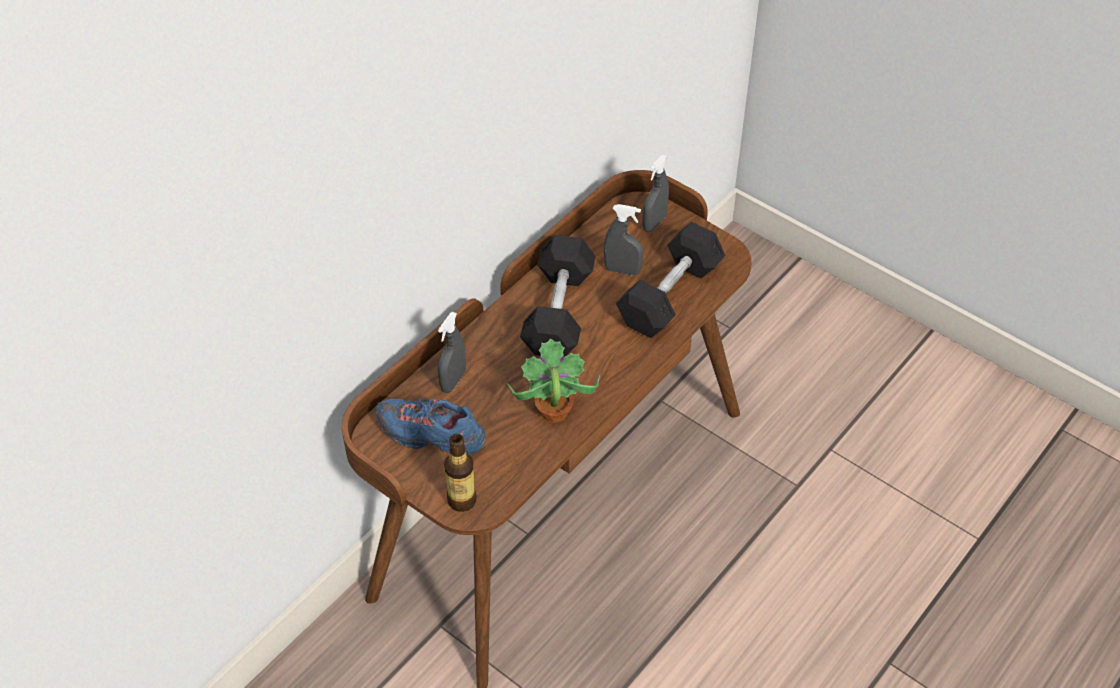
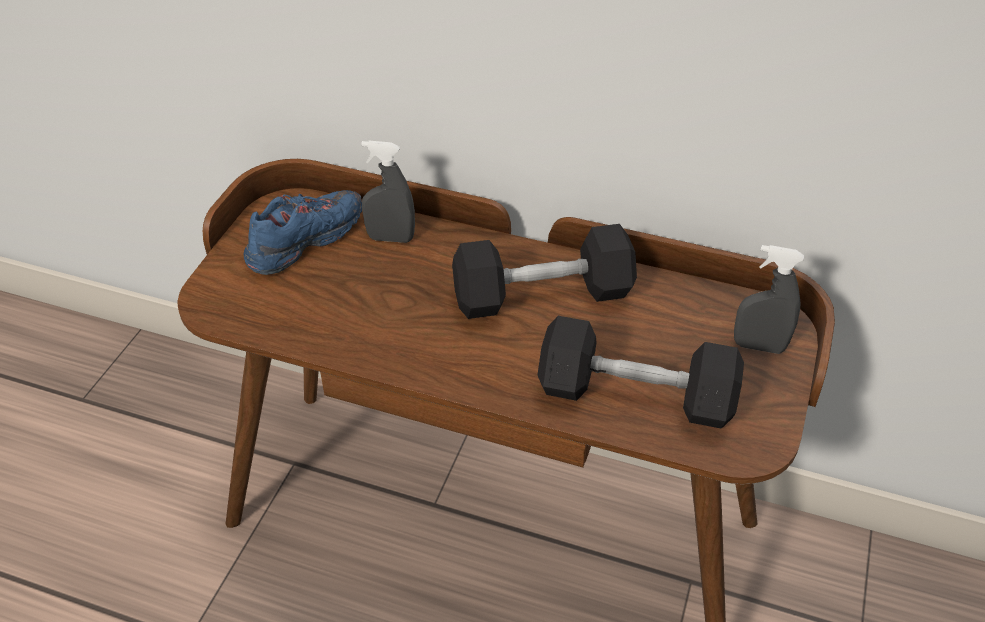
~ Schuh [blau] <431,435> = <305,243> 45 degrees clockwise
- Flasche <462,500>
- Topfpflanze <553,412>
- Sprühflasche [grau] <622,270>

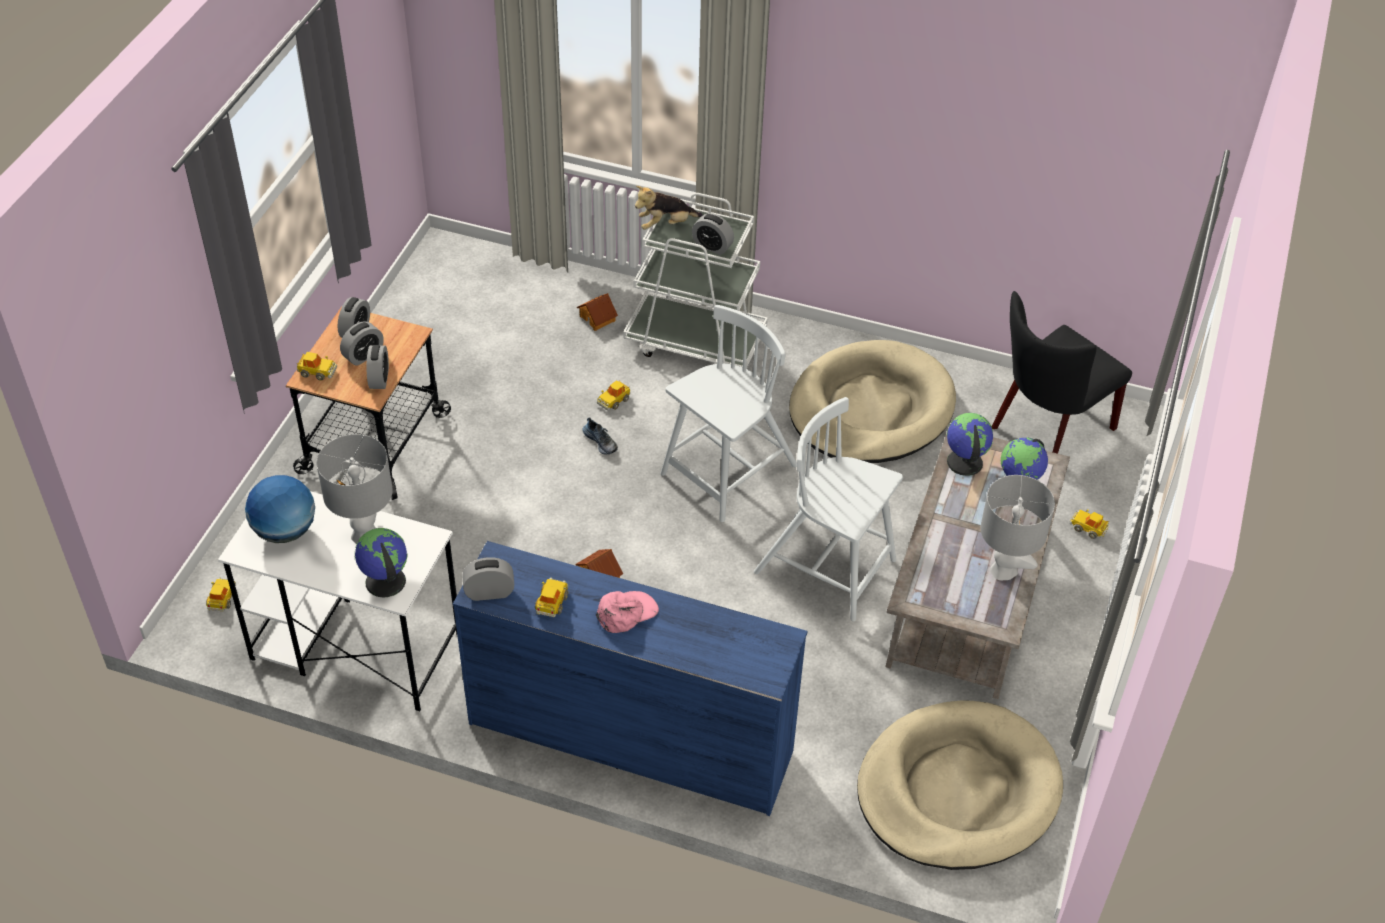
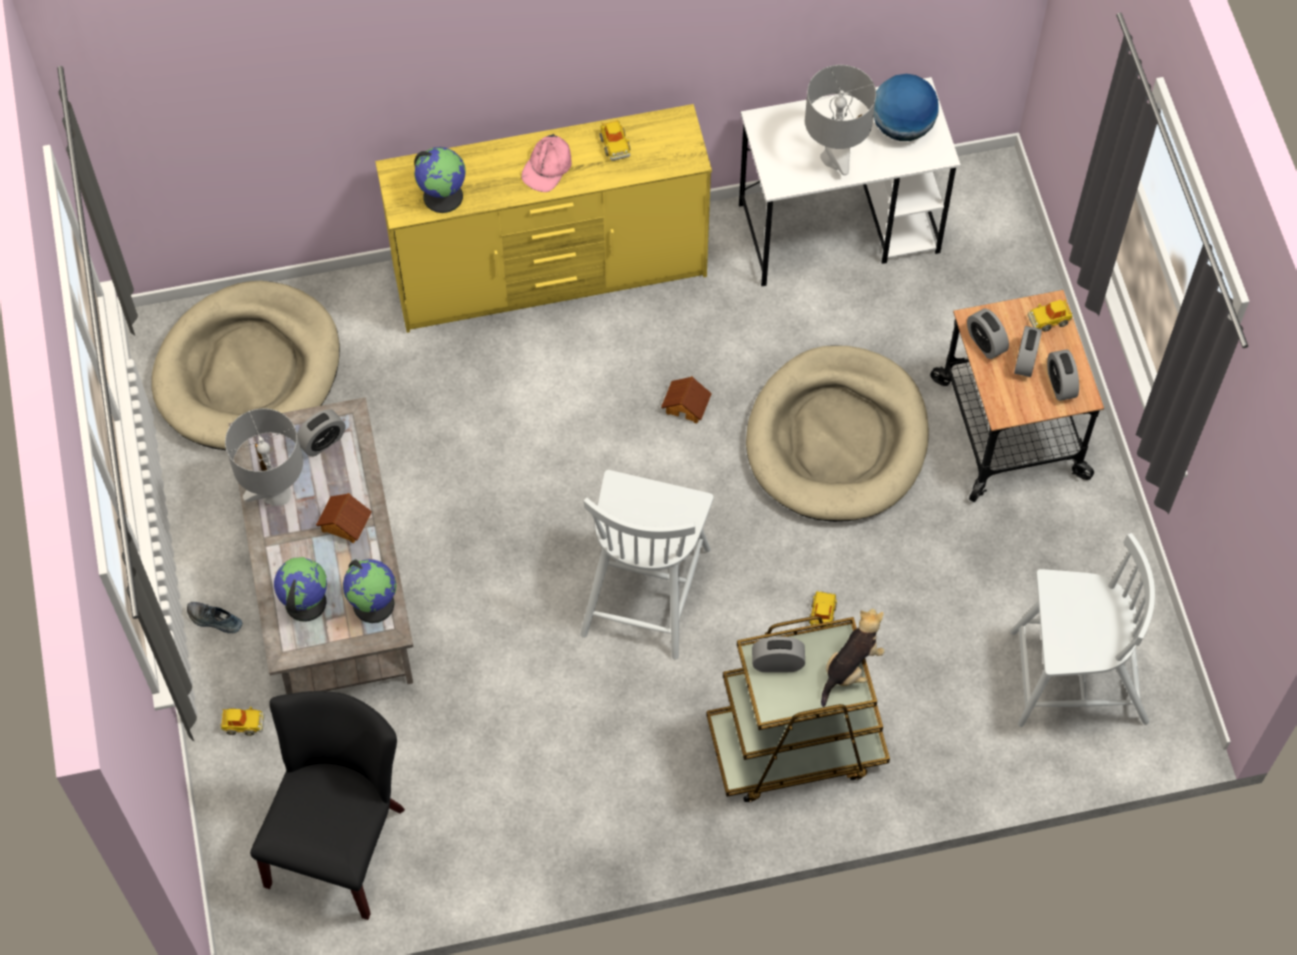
- Spielzeugauto <222,598>
~ Globus <384,582> to <443,195>
~ Kommode [blau] <630,736> to Kommode [gelb] <551,274>
~ Wecker <489,592> to <322,441>
~ Spielzeughaus <598,318> to <344,524>
~ Schuh <601,441> to <214,620>
~ Rollwagen [weiß] <696,342> to Rollwagen [braun] <795,746>
~ Stuhl [weiß] <827,568> to <1075,678>
~ Hundebett [beige] <870,409> to <837,439>

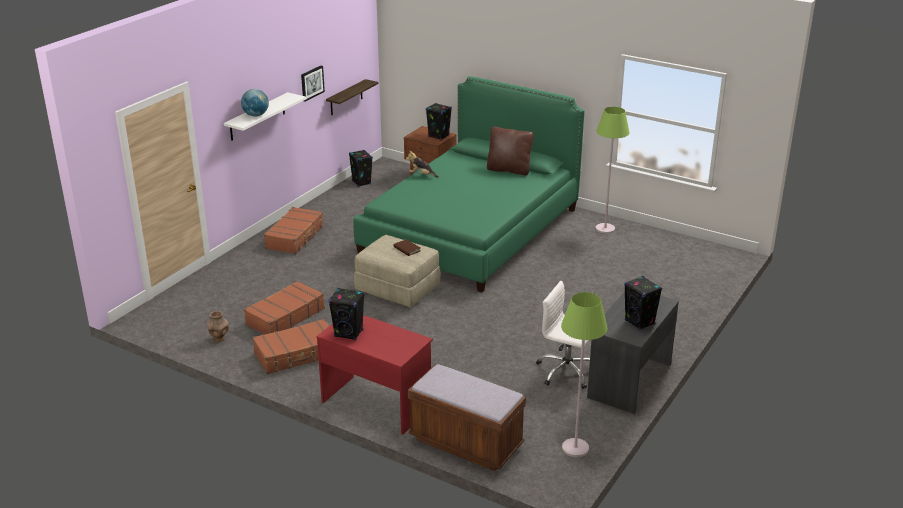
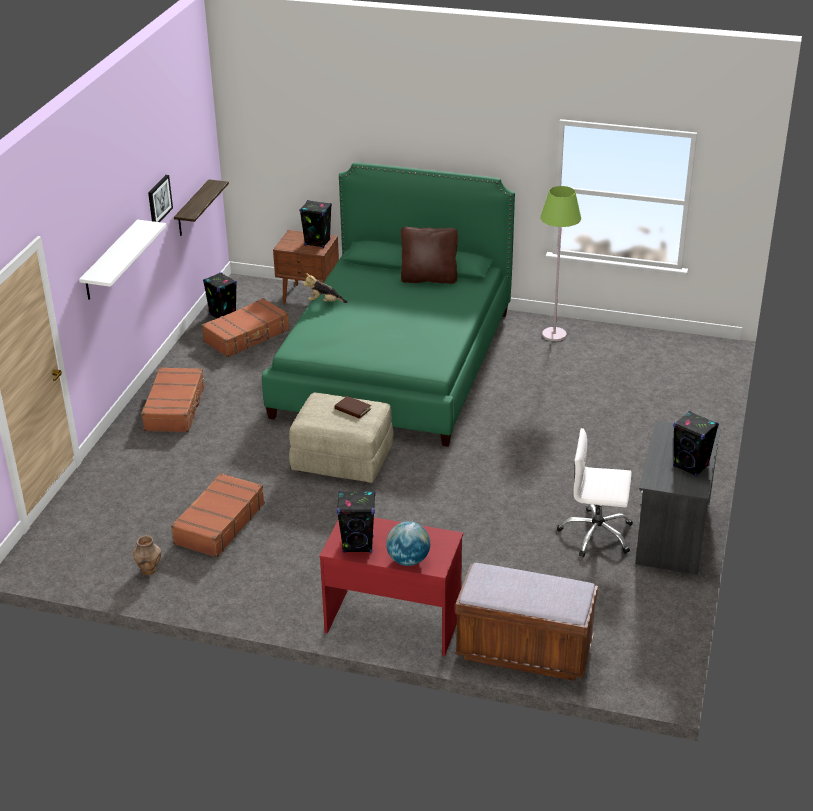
~ Globus <256,115> to <408,560>
~ Koffer [braun] <297,354> to <247,336>
- Stehlampe [grün] <575,448>

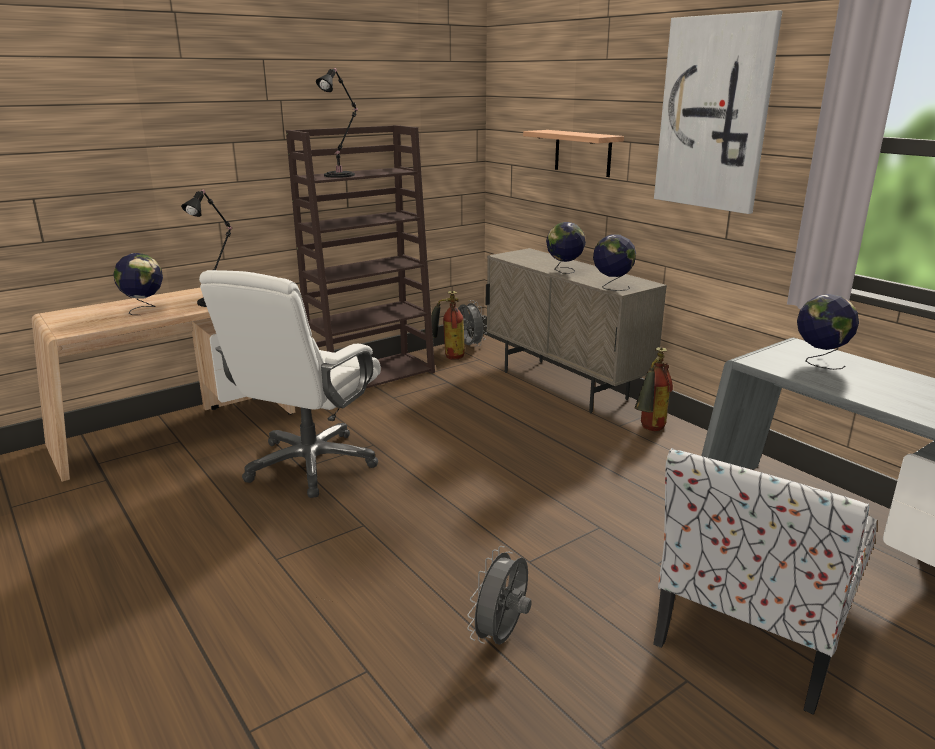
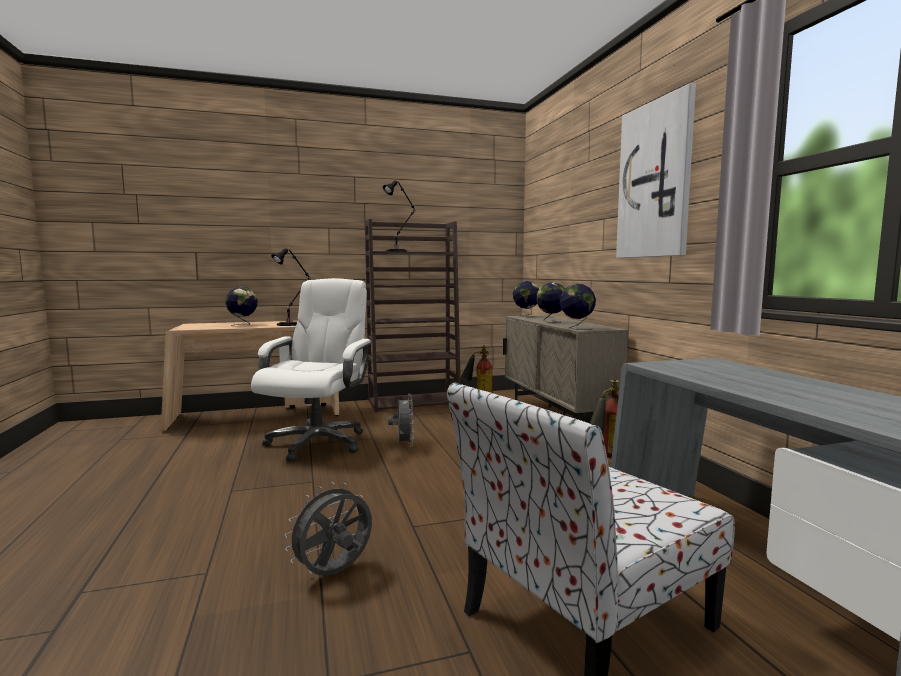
~ Bürostuhl [weiß] <310,464> = <317,443> 150 degrees clockwise
~ Ventilator [grau] <469,346> to <403,445>
- Wandregal <582,153>
~ Globus <819,361> to <526,316>

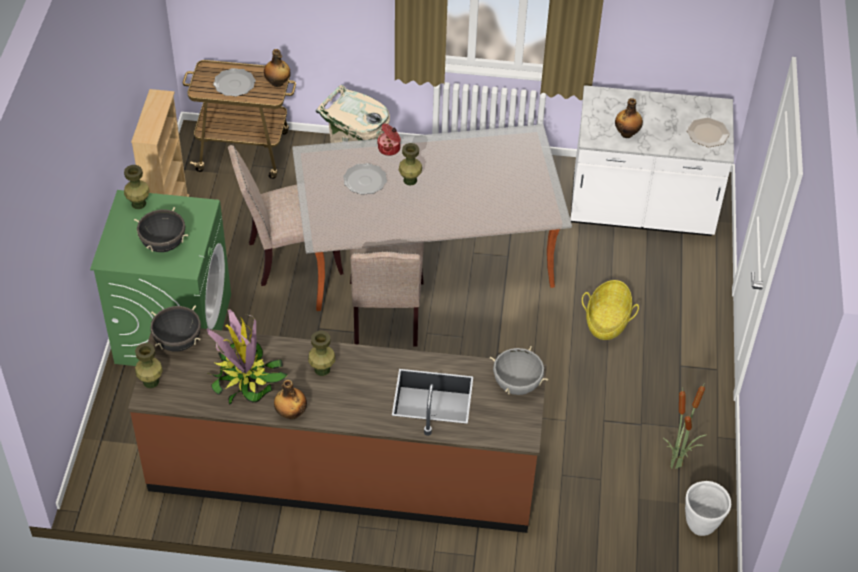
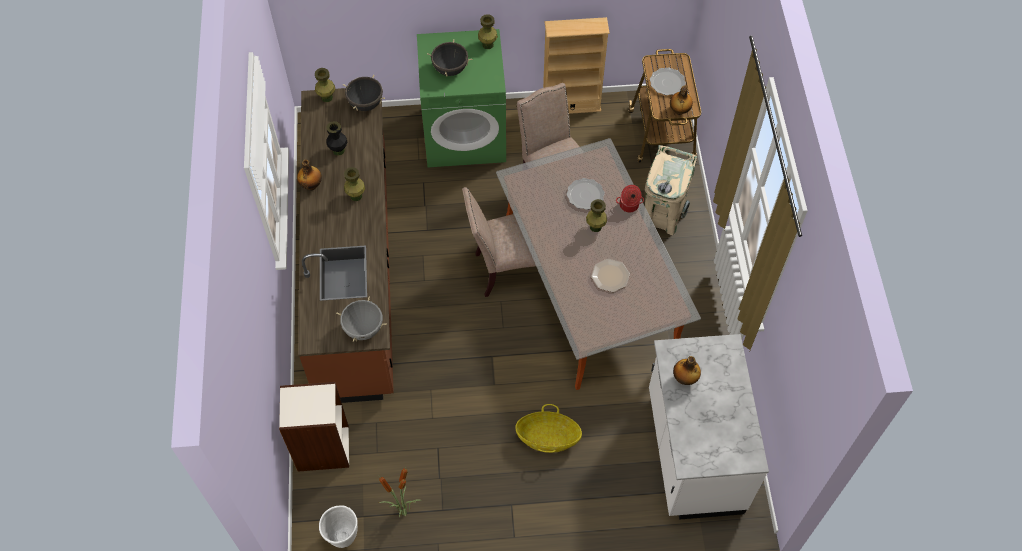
~ Topfpflanze <244,379> to Vase [schwarz] <338,150>
~ Teller <708,133> to <610,276>
+ Bücherregal <322,448>

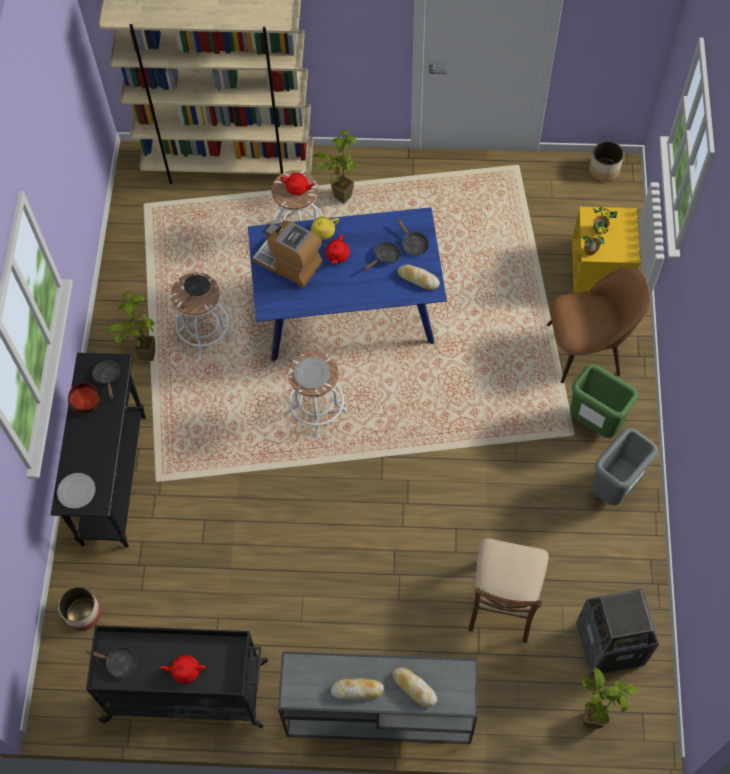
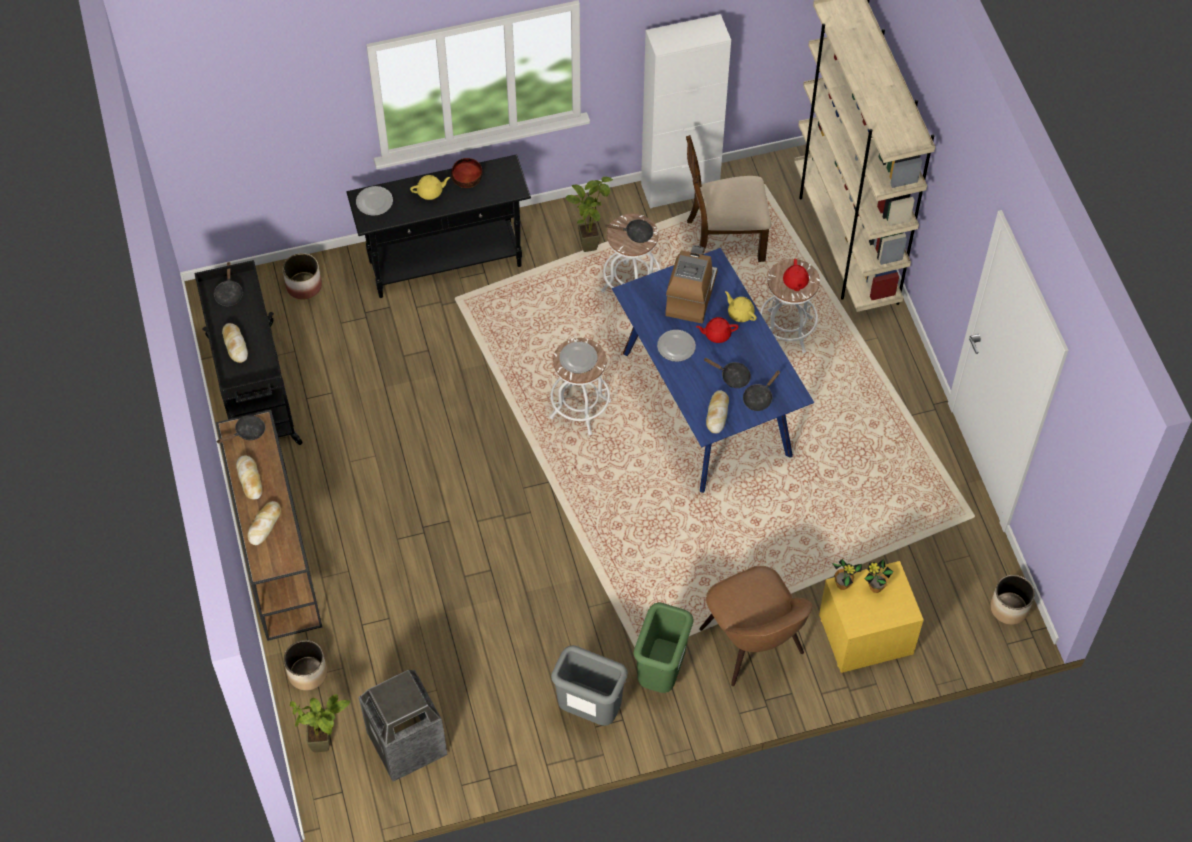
~ Pfanne [schwarz] <108,377> to <247,432>
~ Teekanne [rot] <185,671> to Brot <235,345>
~ Konsolentisch [grau] <377,713> to Konsolentisch [braun] <276,552>
- Topfpflanze <339,193>
~ Stuhl [braun] <503,602> to <724,240>
+ Pflanzkübel <307,673>
+ Teekanne [gelb] <430,192>
+ Schrank [weiß] <680,188>
+ Teller <676,347>

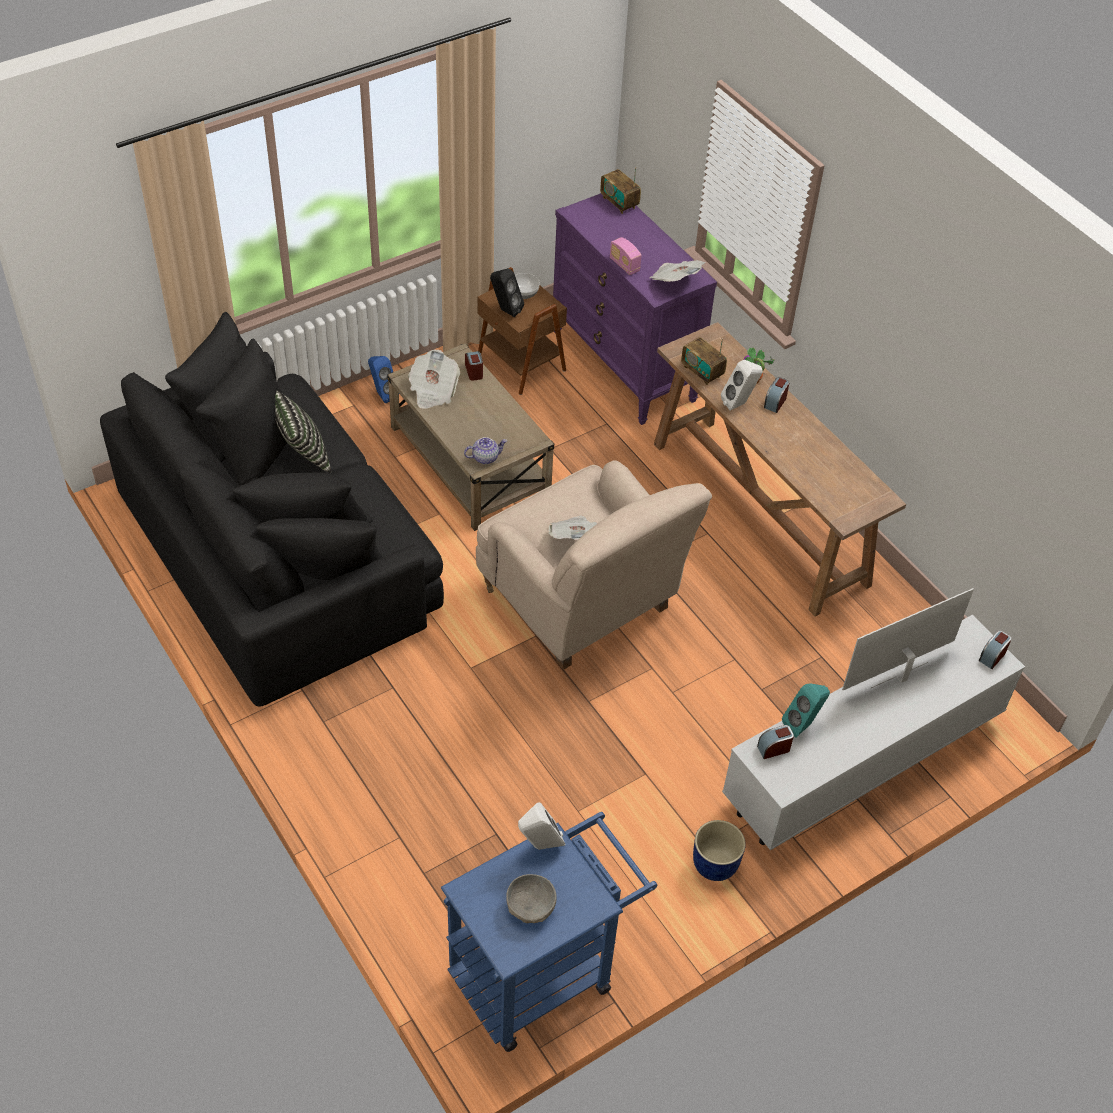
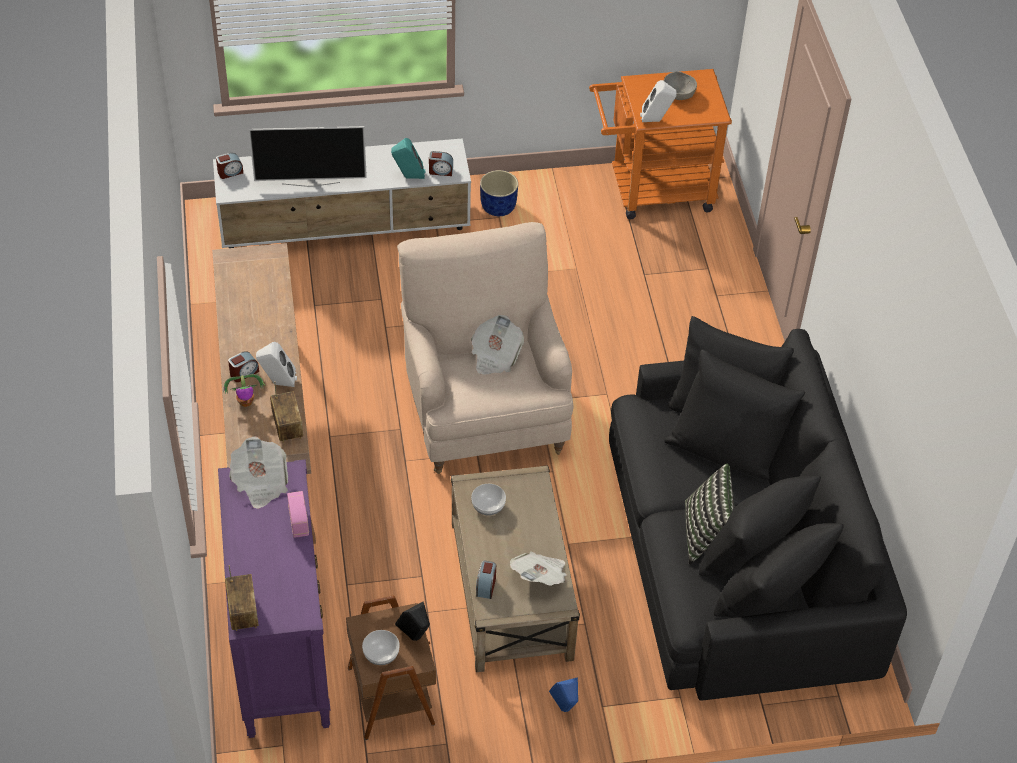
~ Rollwagen [blau] <542,971> to Rollwagen [orange] <652,191>
- Teekanne <485,457>
+ Schüssel <488,507>

